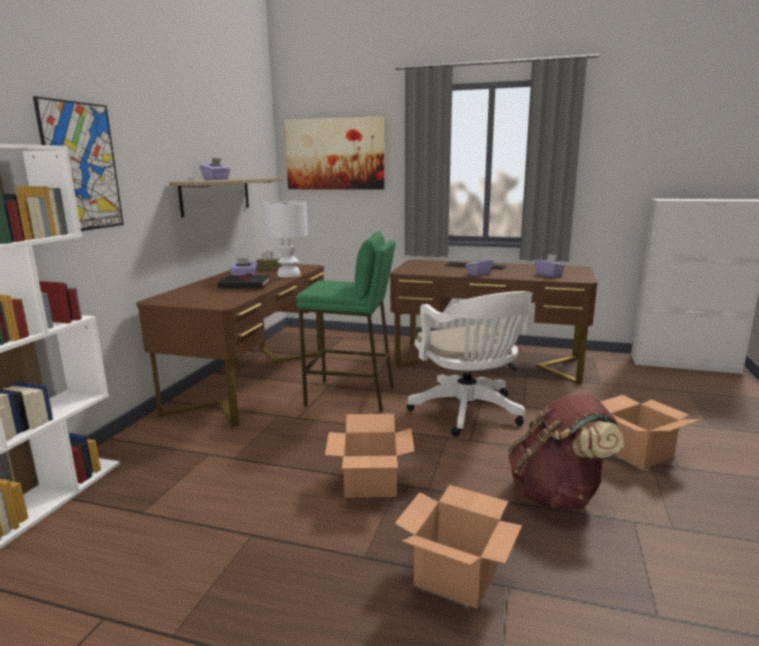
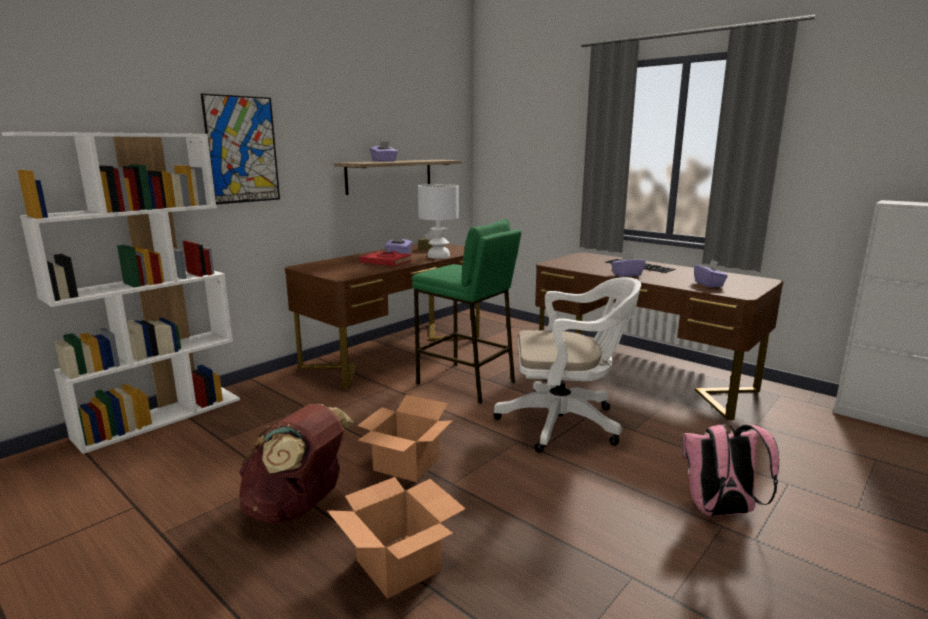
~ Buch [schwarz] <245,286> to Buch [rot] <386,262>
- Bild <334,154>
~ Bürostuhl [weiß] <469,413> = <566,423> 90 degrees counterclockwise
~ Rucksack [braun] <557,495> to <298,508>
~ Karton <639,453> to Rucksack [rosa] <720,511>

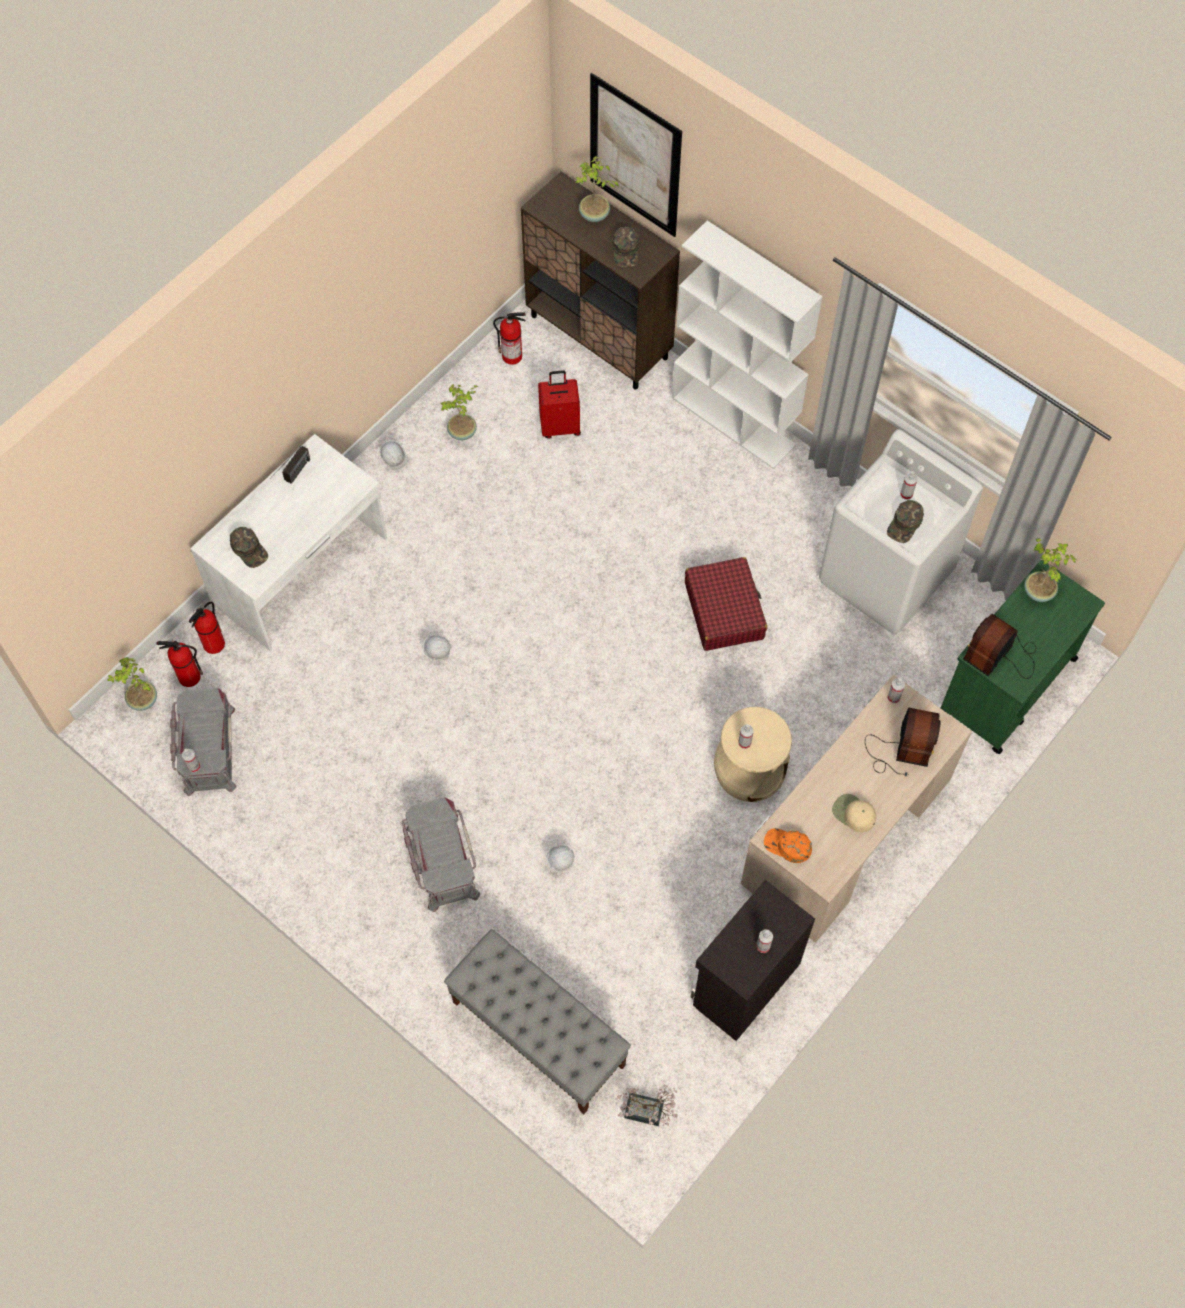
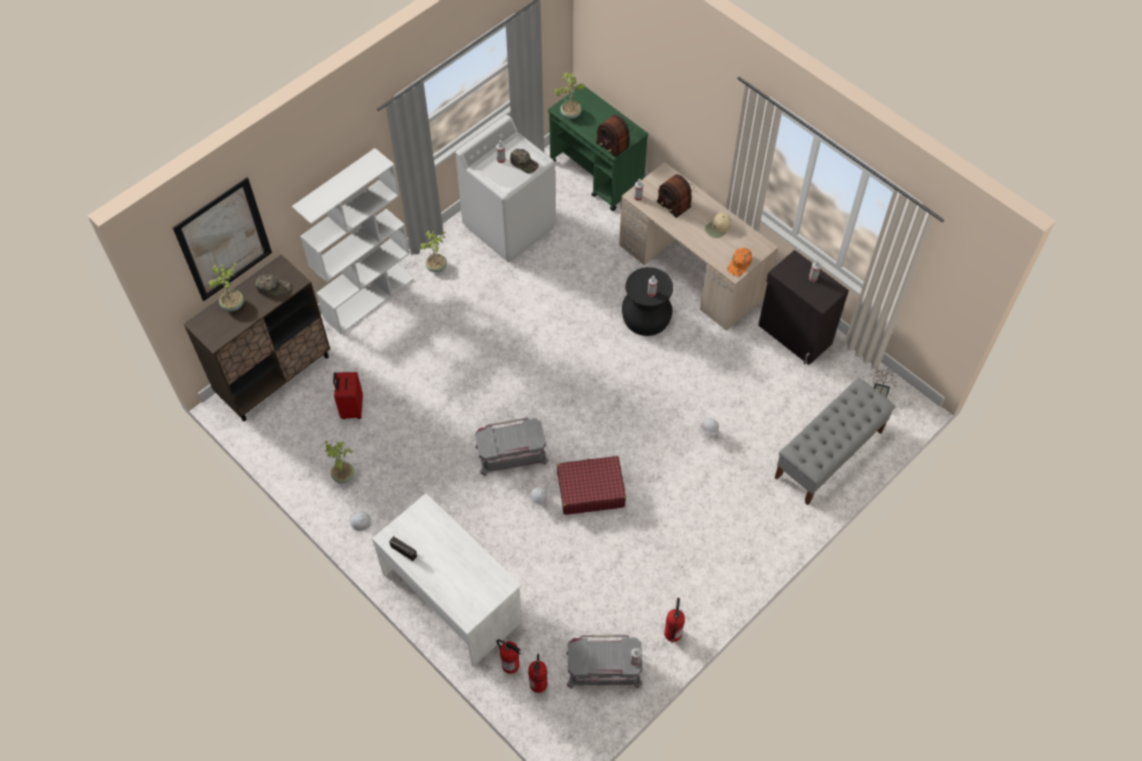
~ Topfpflanze <142,701> to <437,267>
- Kappe [grün] <249,549>
~ Aufbewahrungsbox [grau] <441,861> to <511,454>
~ Feuerlöscher <513,356> to <672,632>
~ Koffer [rot] <724,610> to <590,490>
~ Hocker [beige] <749,769> to Hocker [schwarz] <645,317>
~ Radio <901,749> = <675,198> 150 degrees counterclockwise

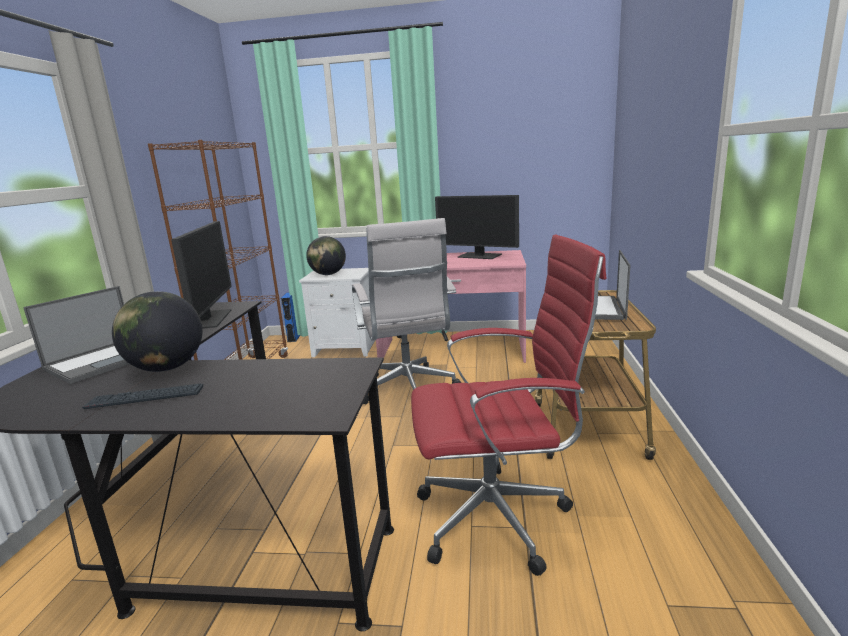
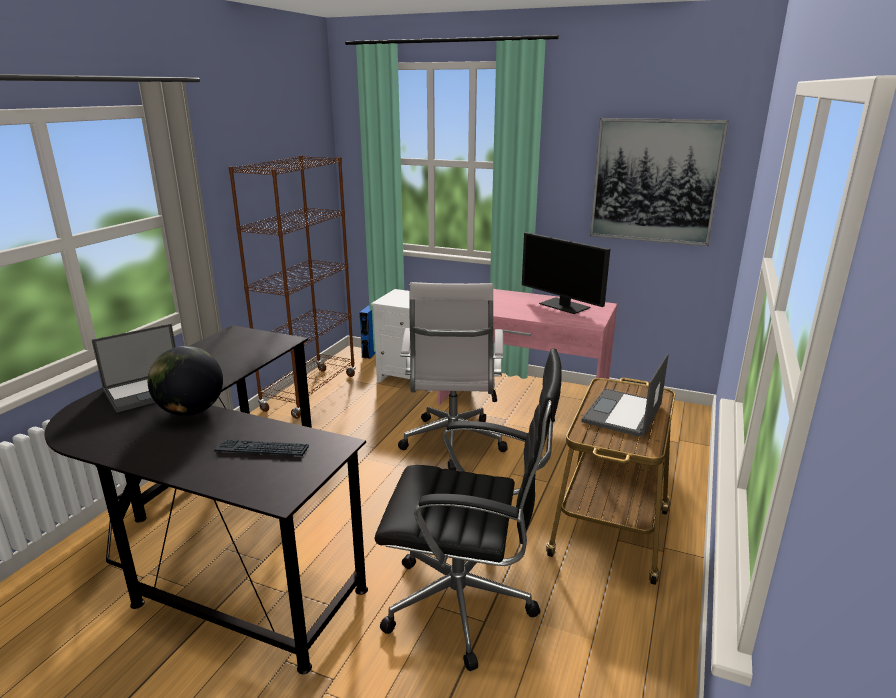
~ Tastatur <145,398> to <262,449>
- Monitor <206,319>
- Globus <328,274>
~ Bürostuhl [rot] <500,518> to Bürostuhl [schwarz] <466,606>
+ Bild <654,181>

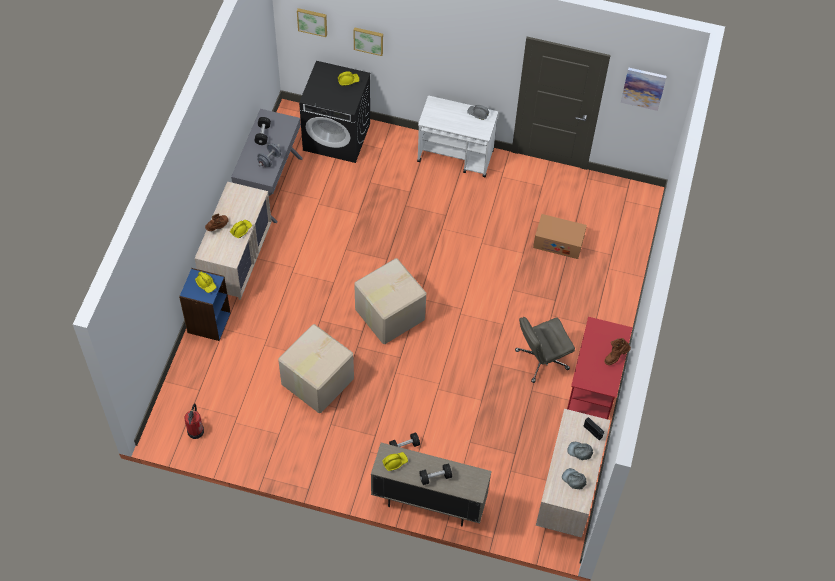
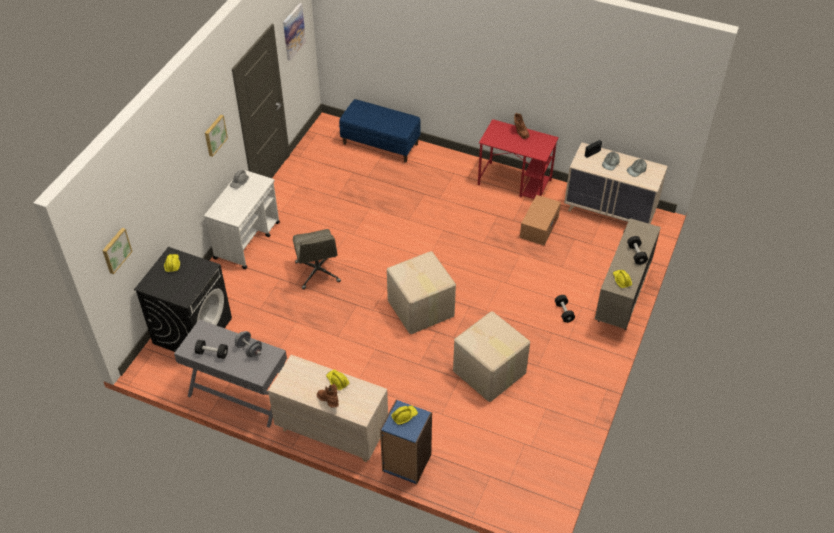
- Feuerlöscher <196,431>
~ Bild <368,40> to <214,135>
~ Bürostuhl [grau] <541,360> to <318,272>
~ Karton <558,242> to <539,227>
+ Bank [blau] <381,144>

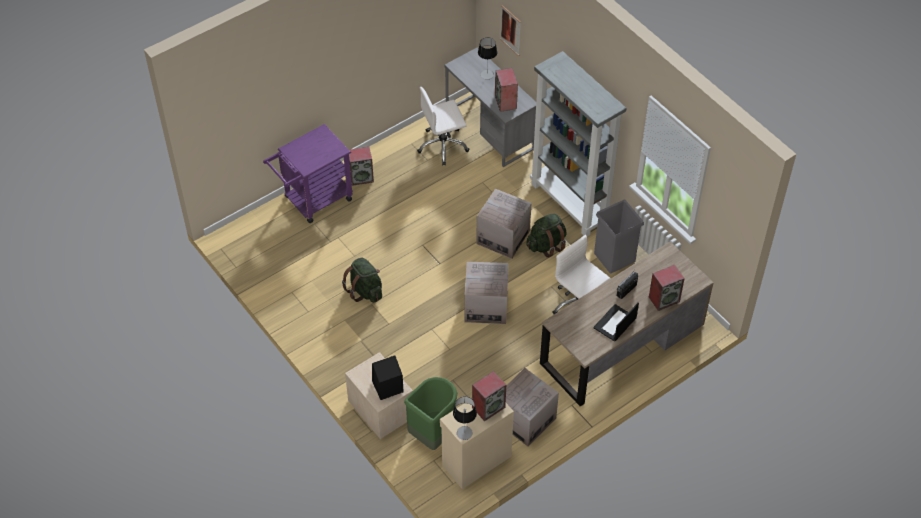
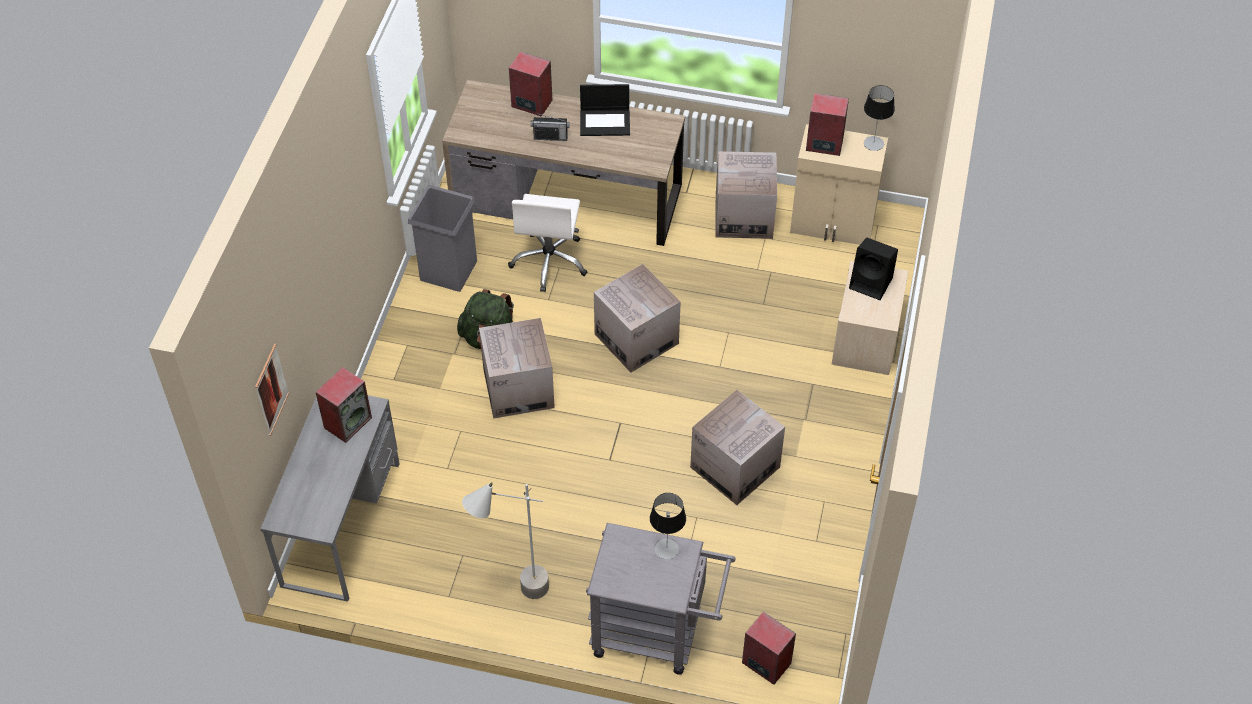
~ Rollwagen [lila] <313,201> to Rollwagen [grau] <656,633>
~ Rucksack [grün] <365,290> to Karton <735,467>
~ Lautsprecher <361,177> to <765,663>
- Mülleimer [grün] <433,434>
- Bürostuhl [weiß] <443,146>
~ Tischlampe <487,74> to <666,549>
- Bücherregal [grau] <570,204>
+ Stehlampe [grau] <513,597>

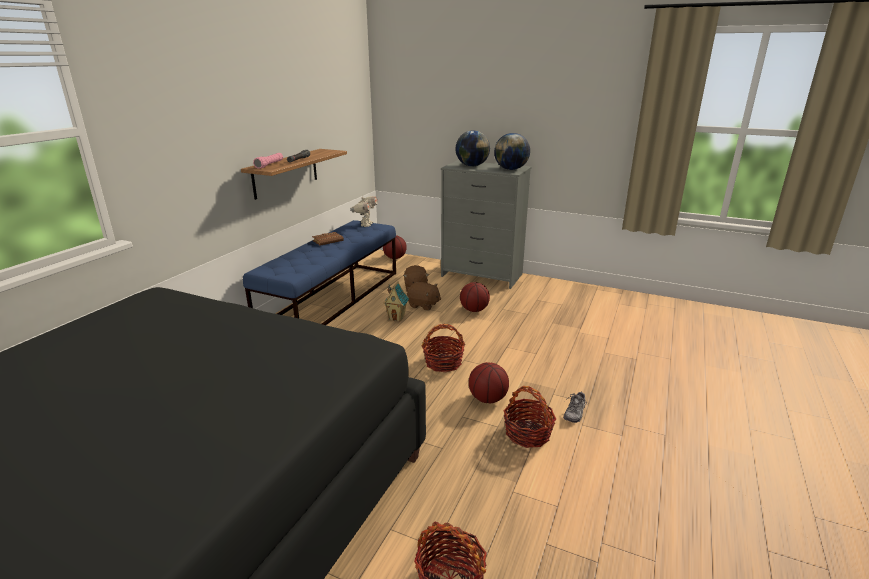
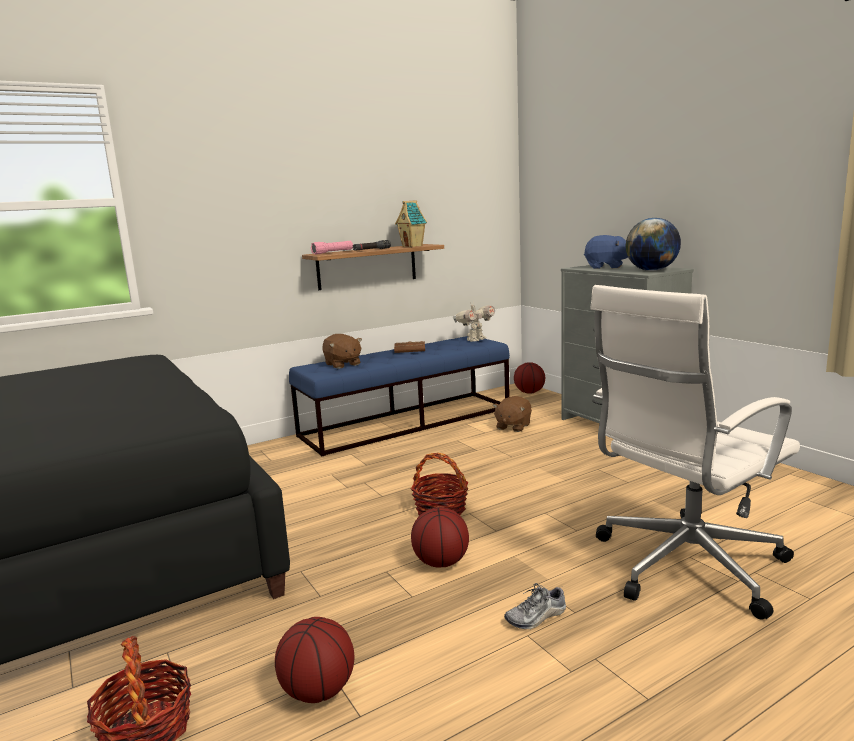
~ Spielzeughaus <397,317> to <413,246>
~ Plüschtier [braun] <423,305> to <342,364>
~ Globus <472,166> to Plüschtier [blau] <606,267>
~ Basketball <474,310> to <319,691>
- Korb <528,433>
+ Bürostuhl [weiß] <684,566>

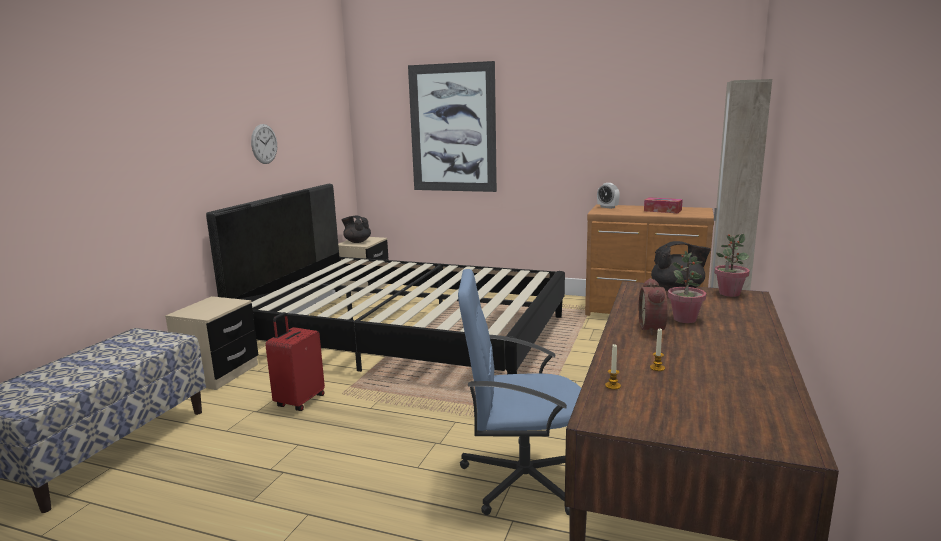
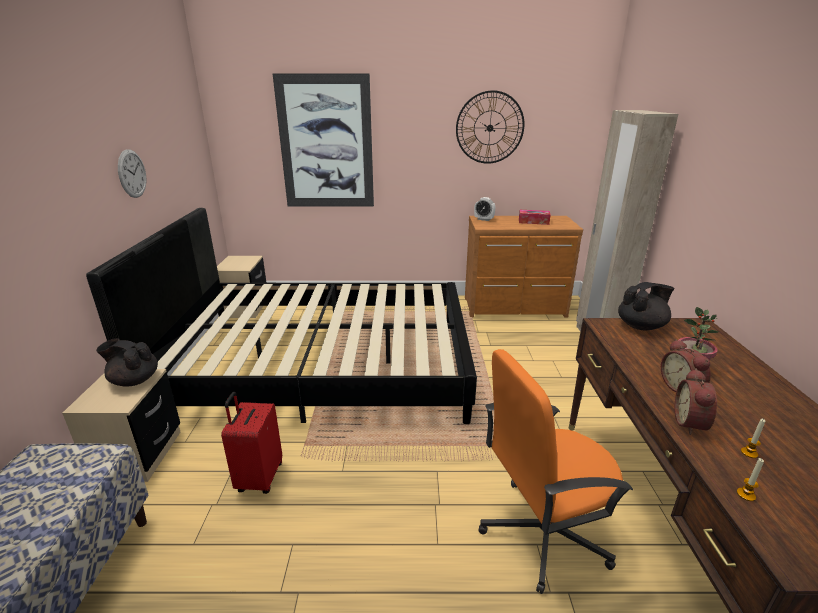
~ Teekanne [schwarz] <357,241> to <134,380>
~ Bürostuhl [blau] <521,478> to Bürostuhl [orange] <541,532>
- Topfpflanze <729,293>
+ Wanduhr <490,128>
+ Wecker <692,423>

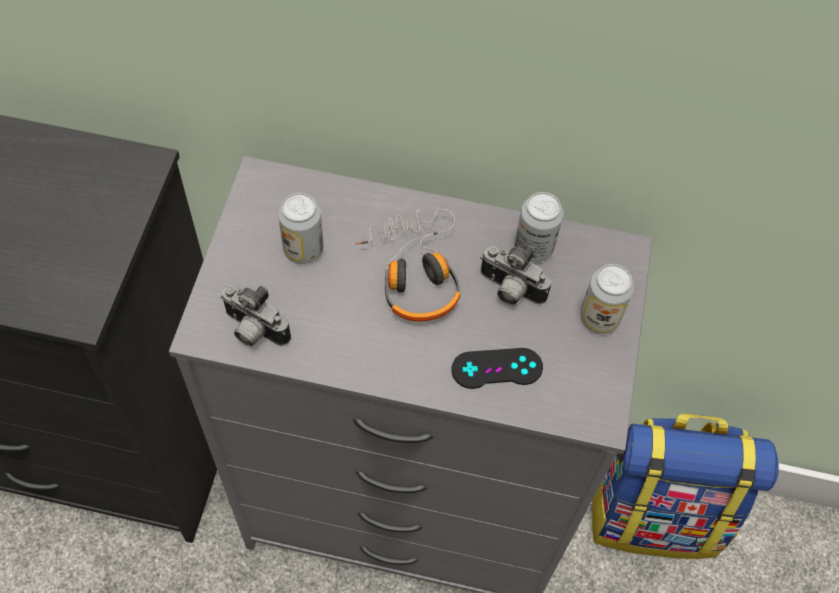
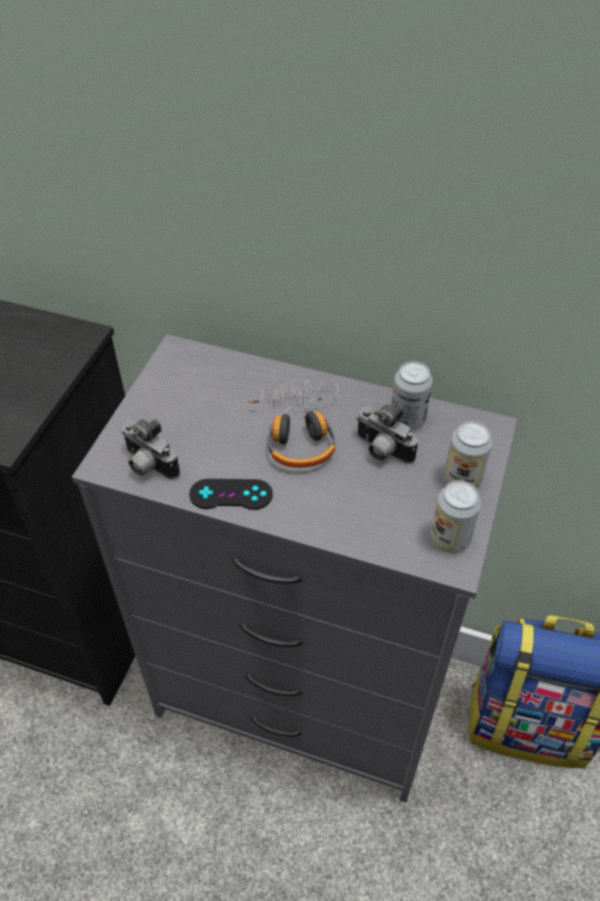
~ Dose <303,249> to <449,539>
~ Gamepad [schwarz] <497,368> to <231,494>

